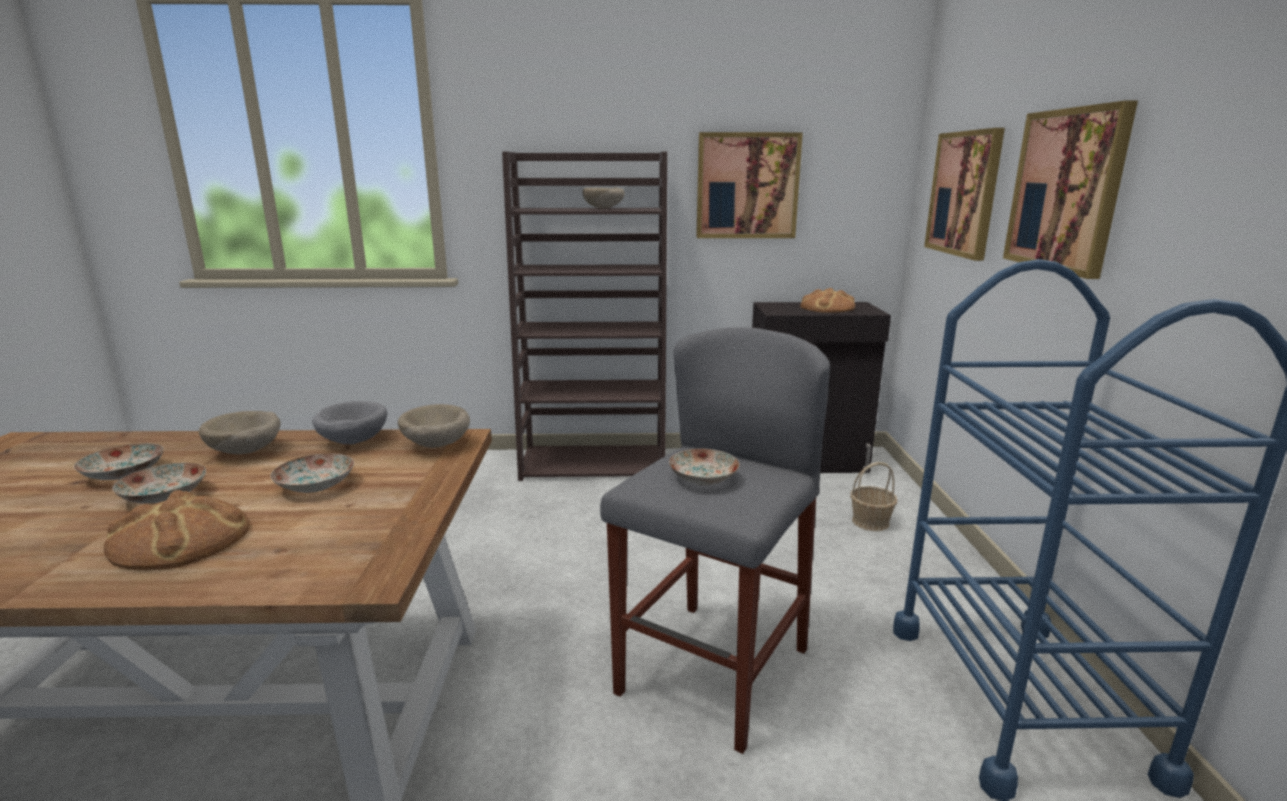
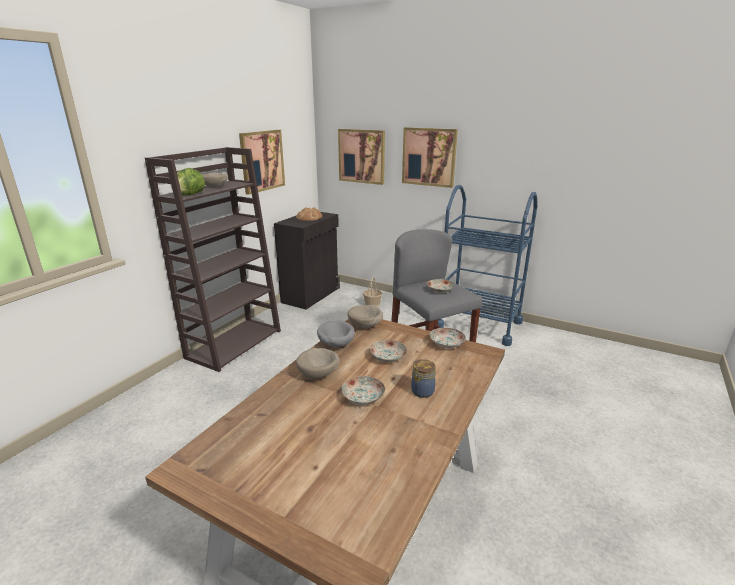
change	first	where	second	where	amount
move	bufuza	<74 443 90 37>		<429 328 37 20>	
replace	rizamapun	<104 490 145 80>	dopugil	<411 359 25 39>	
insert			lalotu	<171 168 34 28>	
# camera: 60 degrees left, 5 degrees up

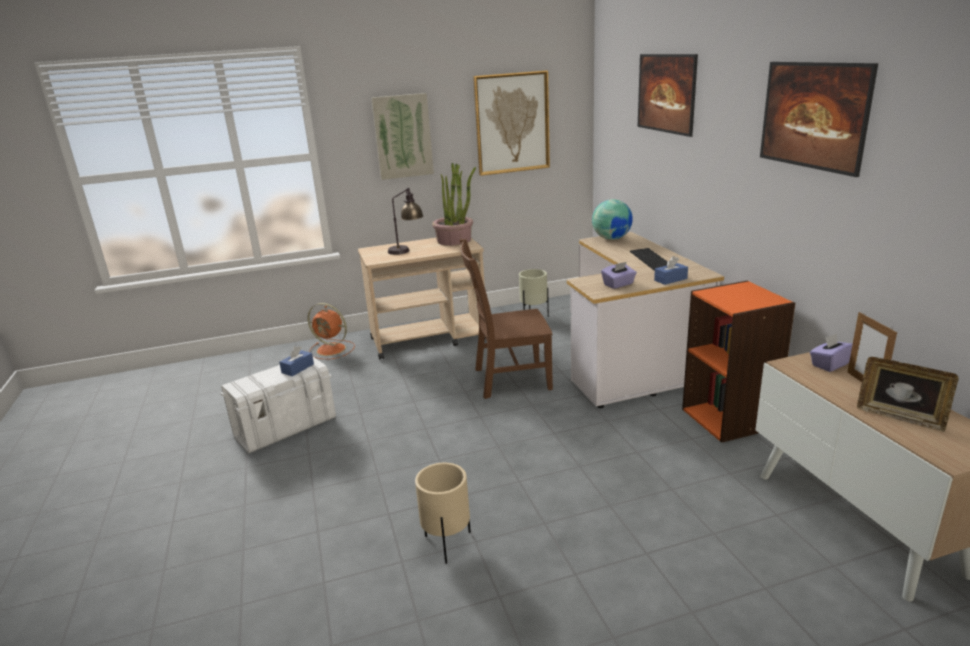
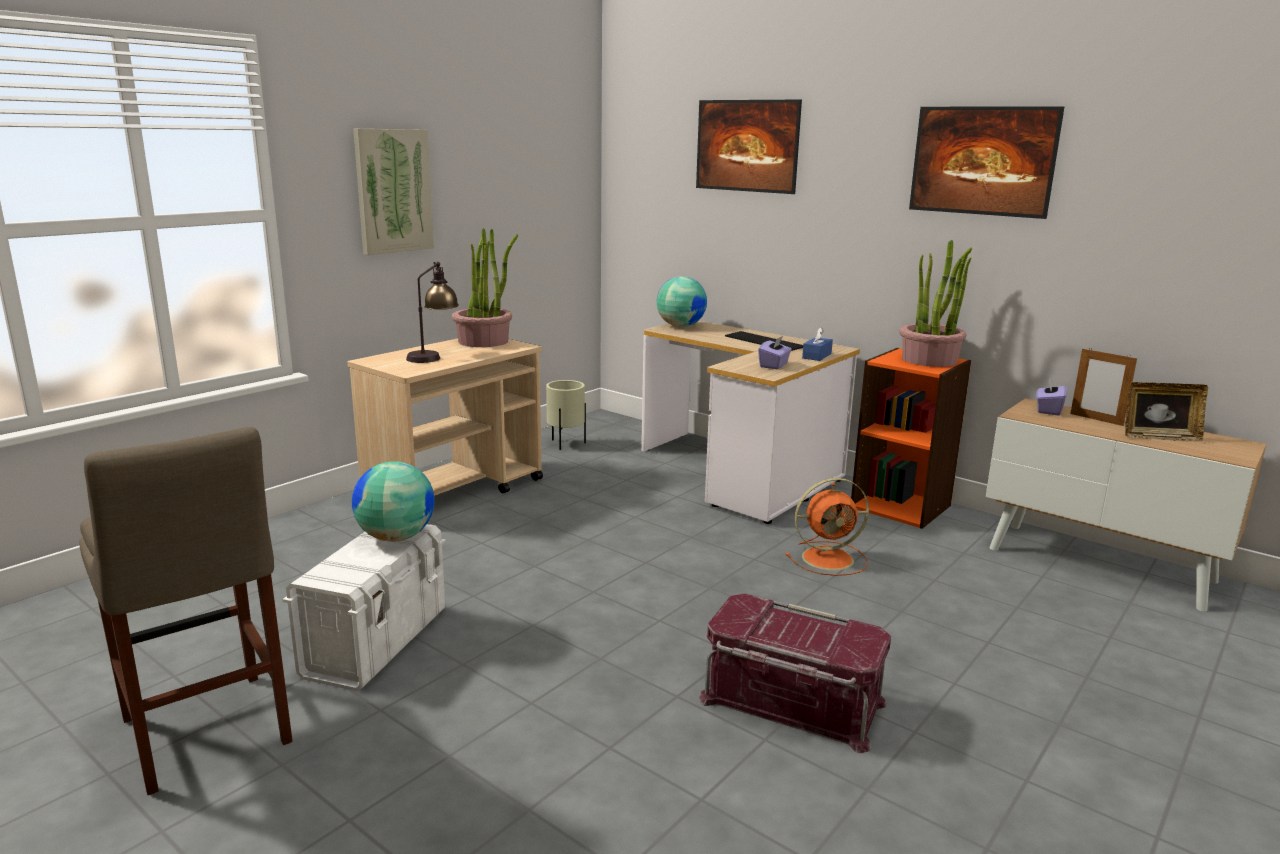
change	first	where	second	where	amount
replace	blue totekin	<279 346 35 30>	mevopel	<352 461 83 81>	
move	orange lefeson	<308 303 47 56>		<785 478 84 98>	
replace	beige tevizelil	<415 463 56 101>	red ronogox	<698 593 193 160>	
delete	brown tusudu	<460 239 93 160>			
delete	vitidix	<473 70 77 106>			
insert			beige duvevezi	<79 427 214 368>	
insert			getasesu	<899 240 73 127>	
# camera: 35 degrees left, 5 degrees down

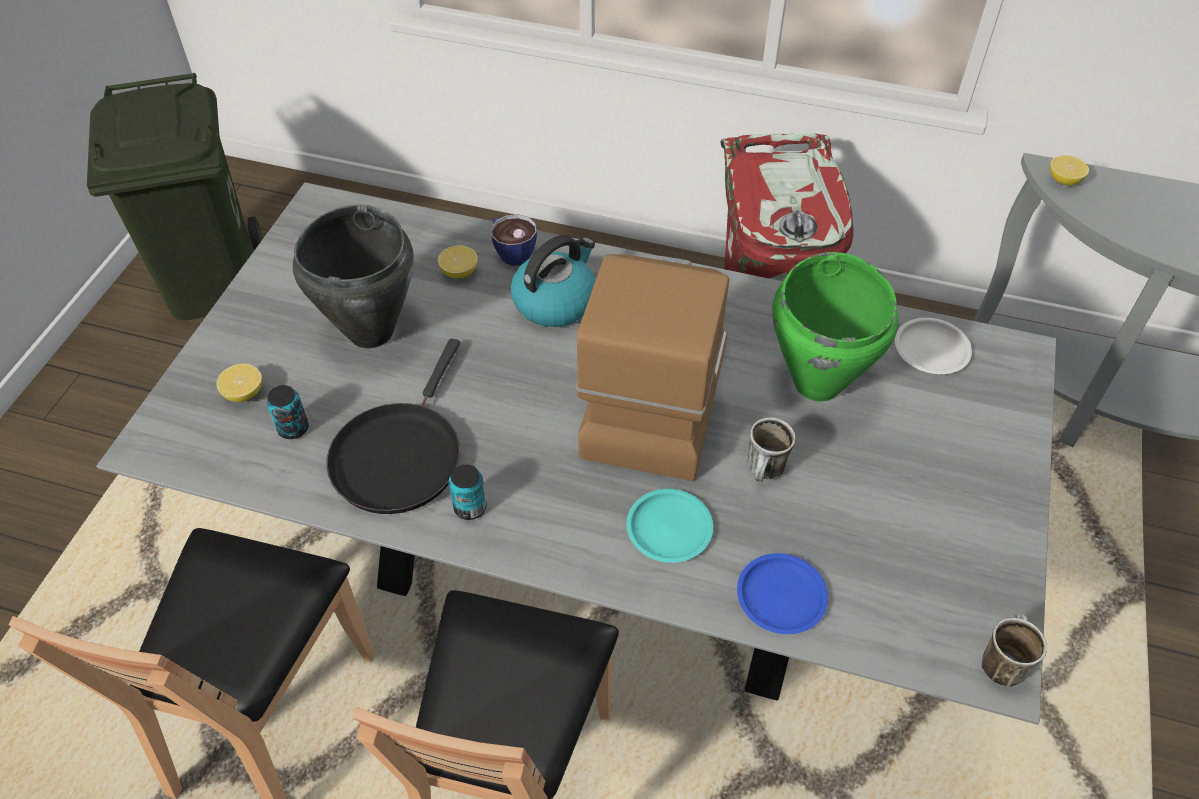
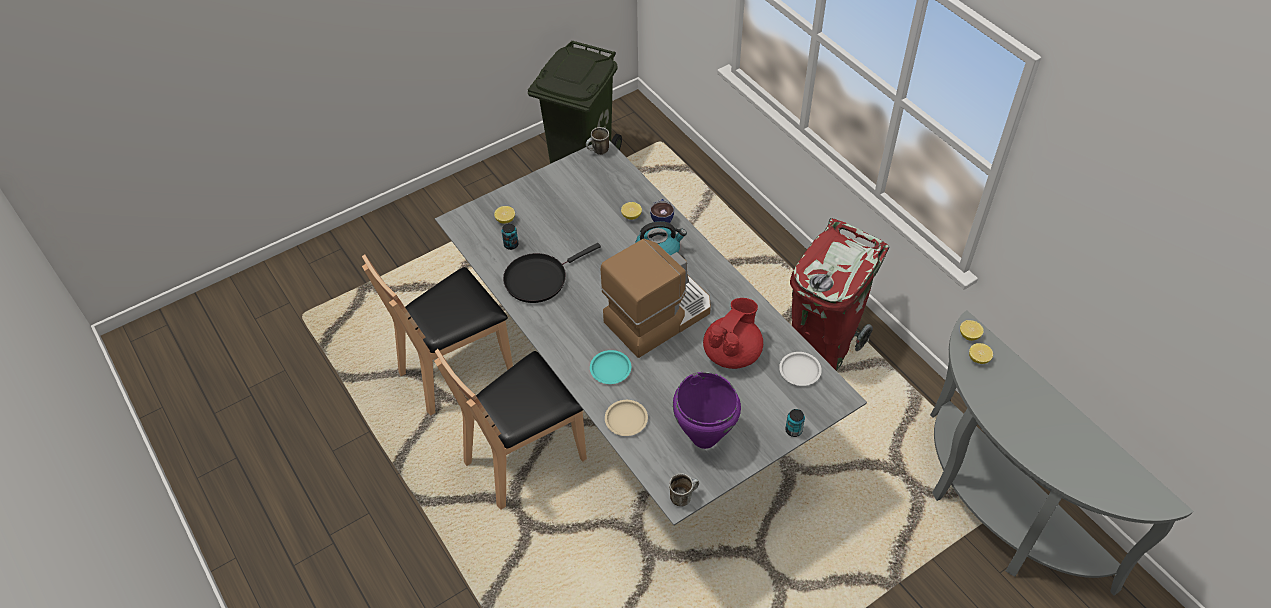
change	first	where	second	where	amount
delete	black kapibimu	<293 205 121 143>			
move	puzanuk	<449 464 38 56>		<785 409 20 28>	
recolor	blue bufuza	<737 553 91 81>	beige bufuza	<605 400 43 36>	
move	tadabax	<747 417 49 65>		<586 127 23 28>	
replace	green kapibimu	<772 252 127 150>	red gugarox	<703 298 60 71>	
insert			purple kapibimu	<673 372 68 77>	
insert			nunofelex	<969 343 24 21>	
# camera: 40 degrees right, 0 degrees up

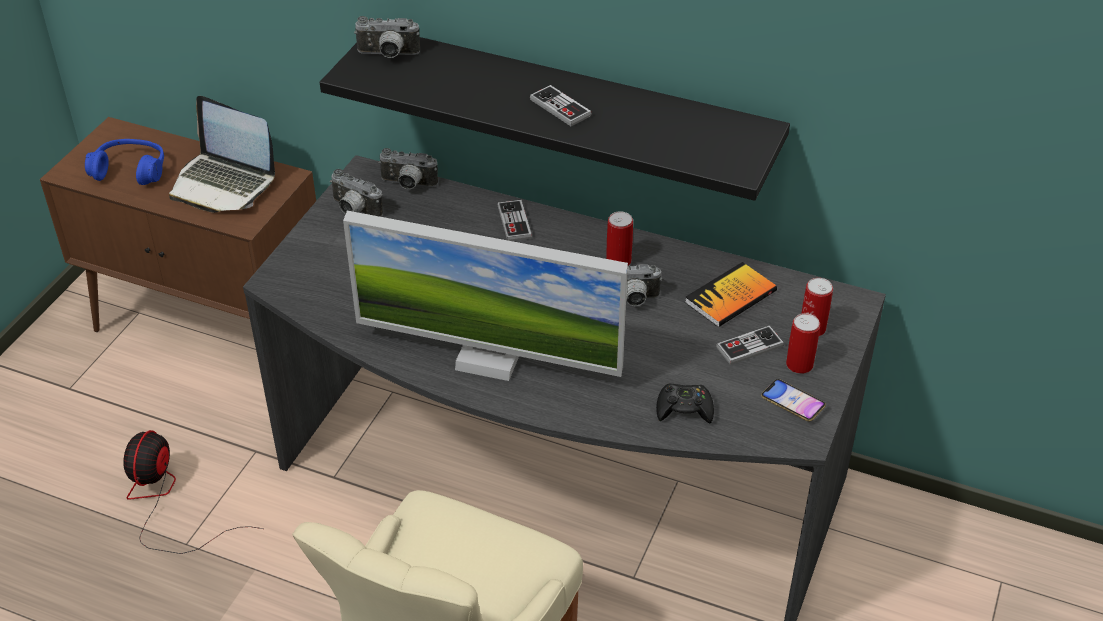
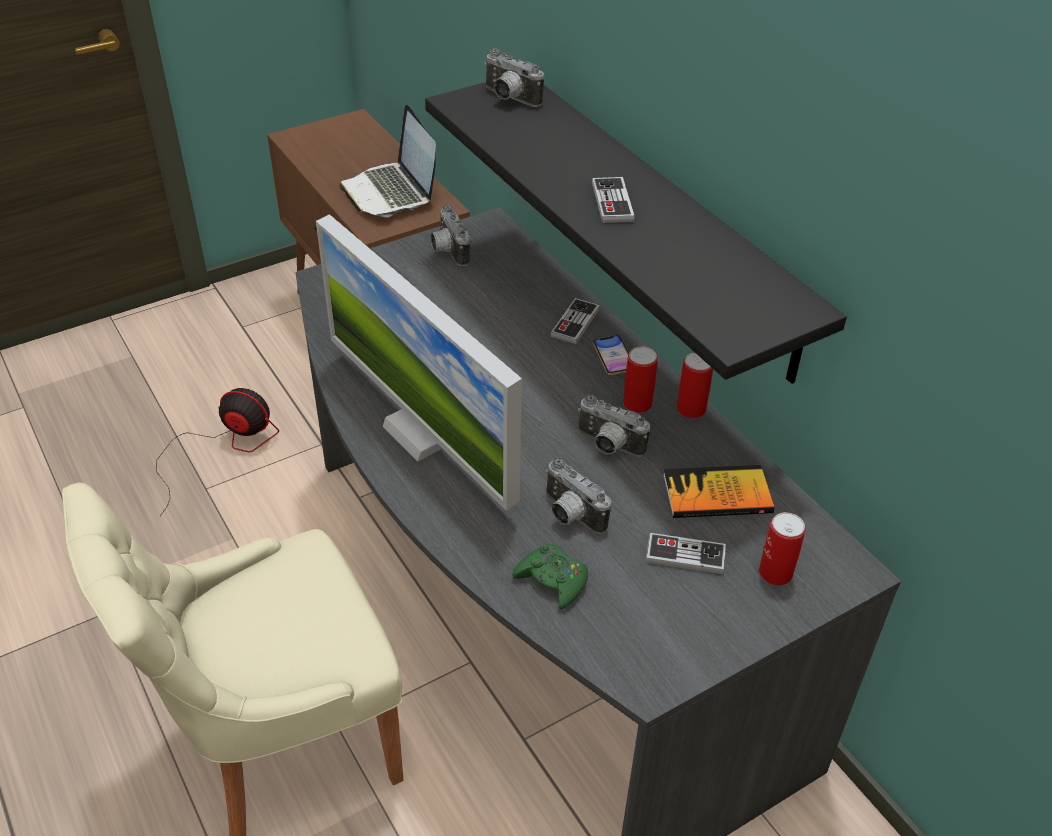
change	first	where	second	where	amount
delete	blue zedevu	<85 139 79 46>			
rotate	lefeson	<123 430 141 124>		<156 388 123 128>	60 degrees clockwise
move	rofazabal	<378 148 60 41>		<546 457 65 77>	
recolor	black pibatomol	<656 383 58 40>	green pibatomol	<512 544 76 65>	
move	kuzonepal	<761 379 65 42>		<593 335 36 40>	
move	puzanuk	<786 313 34 61>		<677 352 36 66>	
# camera: 35 degrees right, 0 degrees up

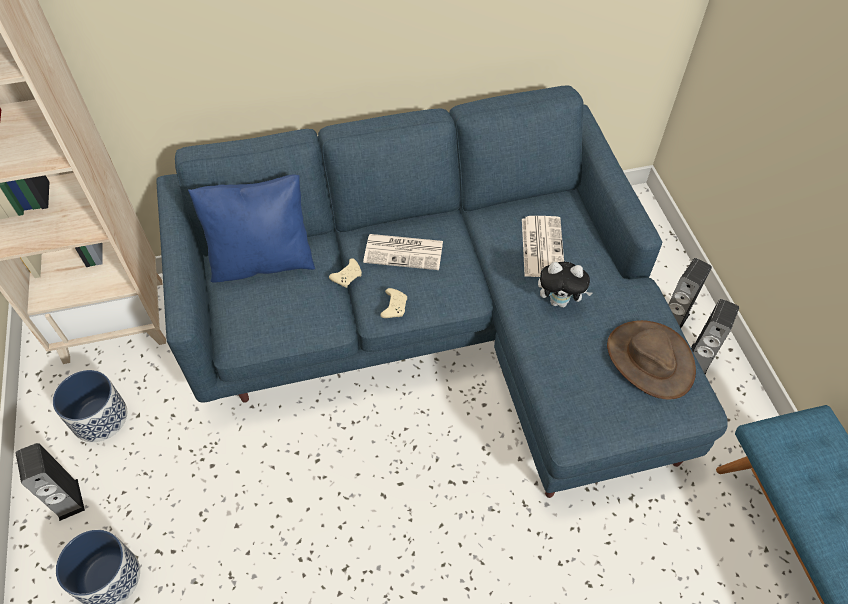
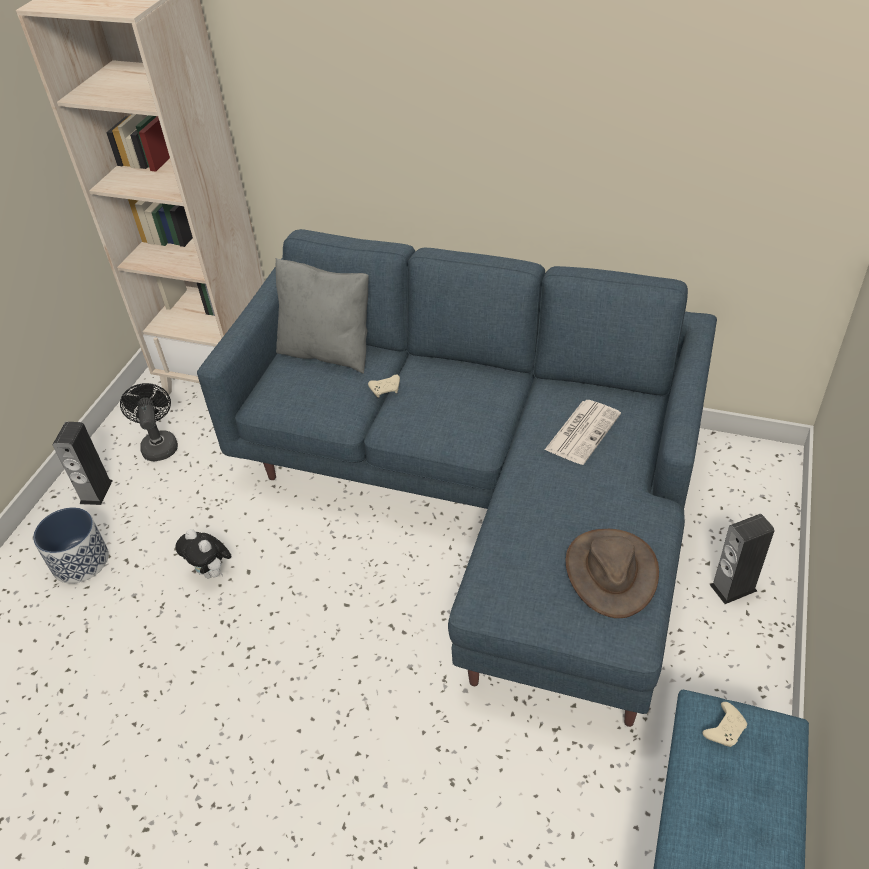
change	first	where	second	where	amount
replace	tevizelil	<53 370 74 72>	black lefeson	<120 383 58 79>	
recolor	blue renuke	<188 174 127 109>	grey renuke	<276 258 93 116>	
delete	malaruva	<363 234 80 36>			
move	beige pibatomol	<380 288 27 30>		<703 702 44 45>	
move	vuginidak	<538 262 55 46>		<175 529 57 49>	
delete	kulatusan	<691 299 48 76>			
# camera: 35 degrees right, 10 degrees down

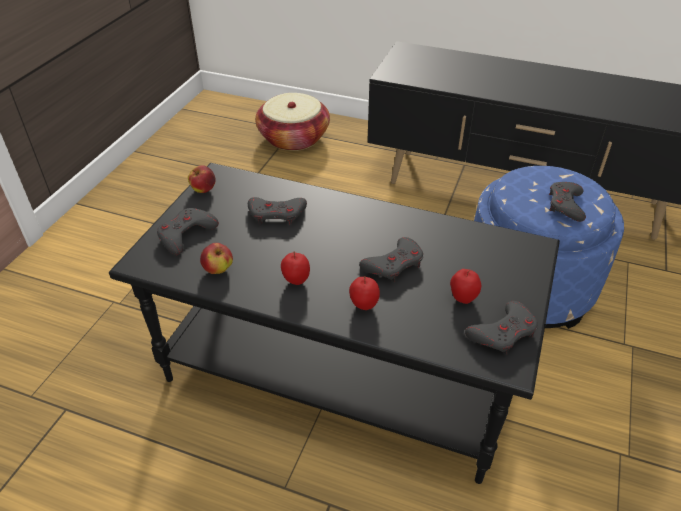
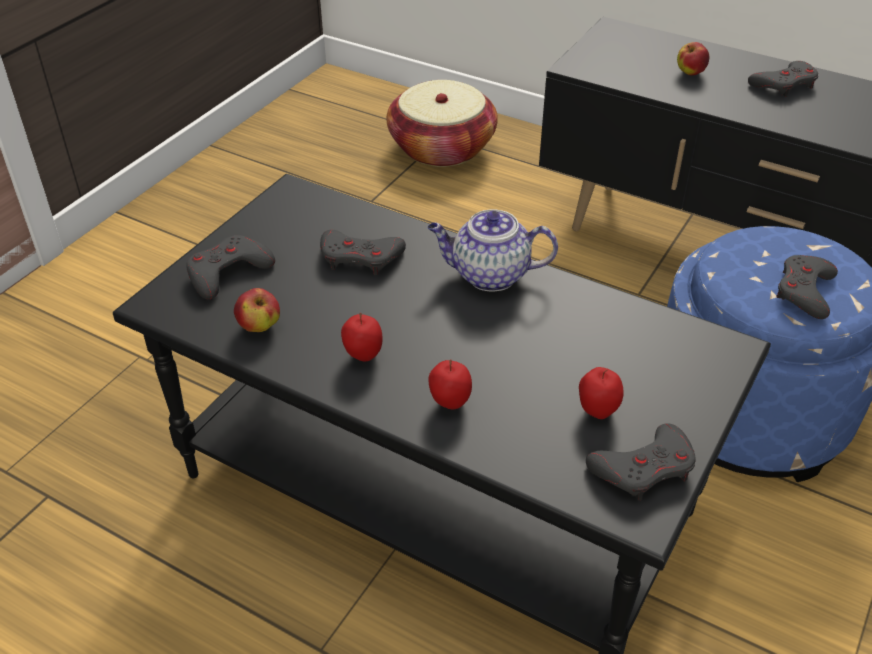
change	first	where	second	where	amount
move	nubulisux	<188 165 28 28>		<677 42 32 34>	
move	grey pibatomol	<359 237 64 45>		<748 61 70 36>	
insert			gugarox	<427 209 131 82>	
# camera: 10 degrees right, 0 degrees up

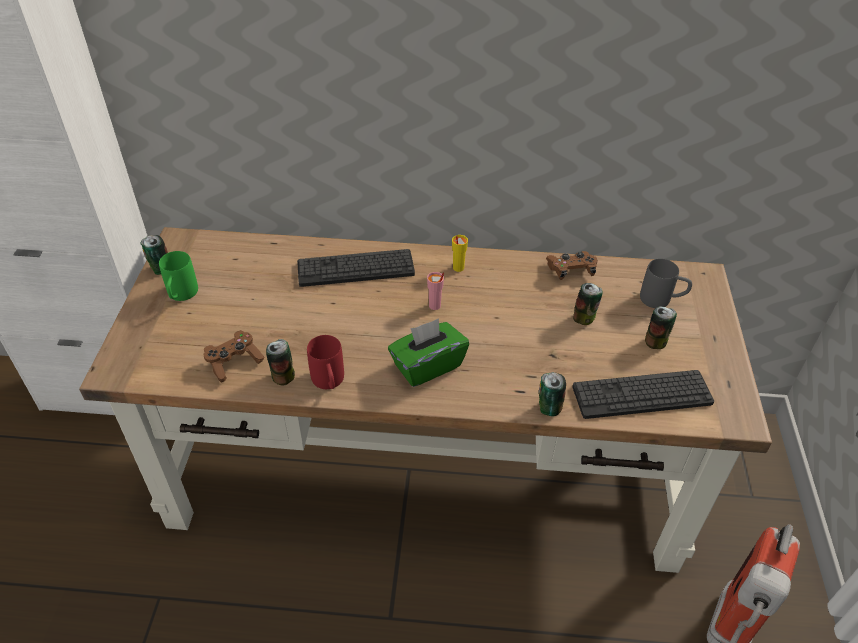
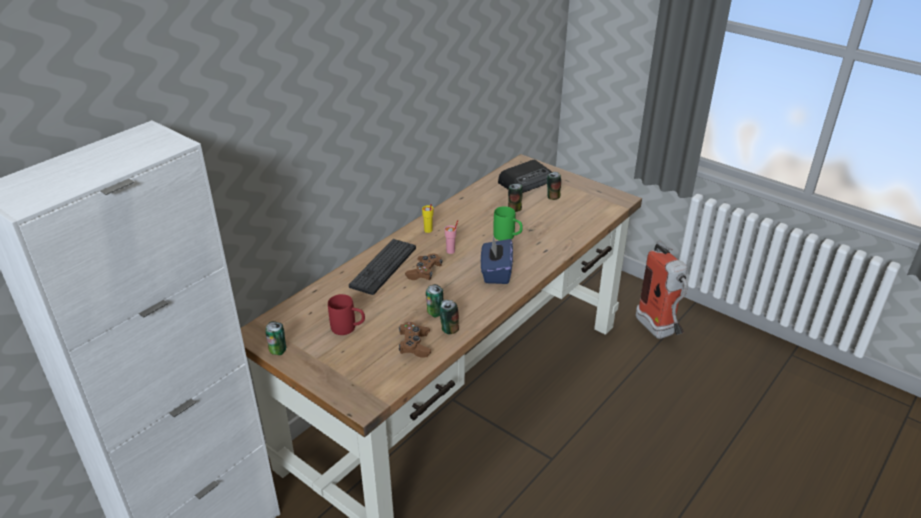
change	first	where	second	where	amount
move	green tadabax	<159 251 39 50>		<493 206 30 35>	
move	red tadabax	<307 335 37 54>		<328 294 37 41>	
recolor	green totekin	<388 318 81 69>	blue totekin	<481 236 32 48>	
move	puzanuk	<539 372 27 44>		<426 284 18 34>	
move	brown pibatomol	<546 251 52 29>		<405 253 38 27>	
delete	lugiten	<572 370 142 49>			
replace	grey tadabax	<640 259 52 49>	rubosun	<498 160 54 33>	
# camera: 55 degrees left, 10 degrees down

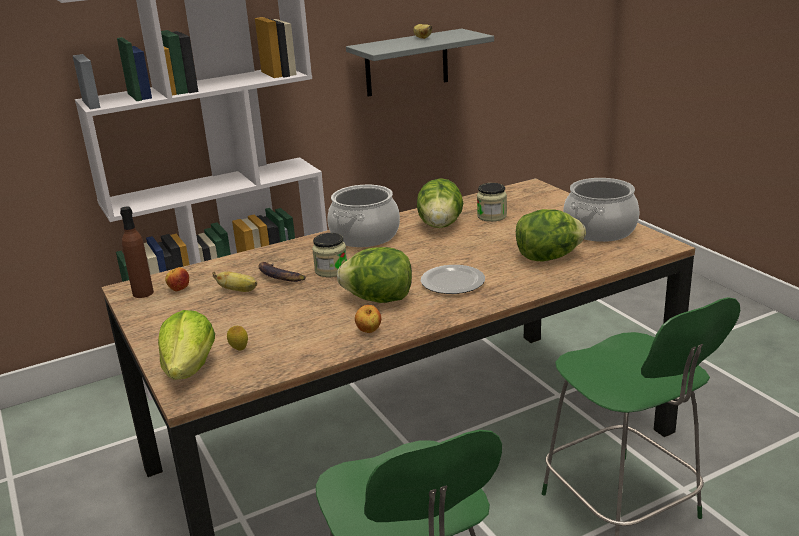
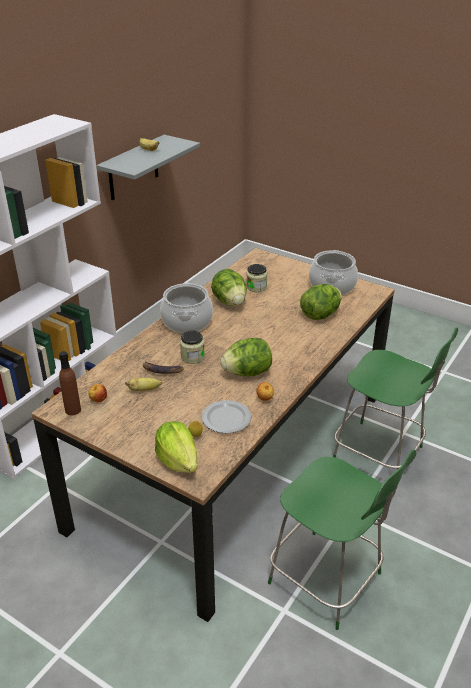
change	first	where	second	where	amount
move	bufuza	<421 265 64 29>		<202 400 49 33>	
# camera: 30 degrees left, 10 degrees up

